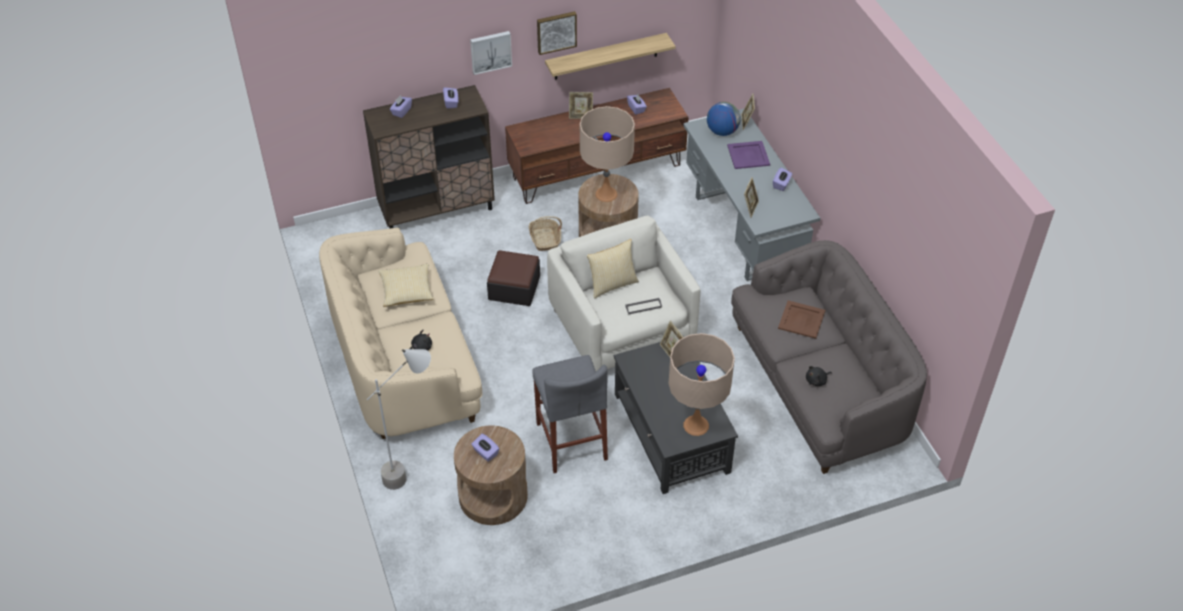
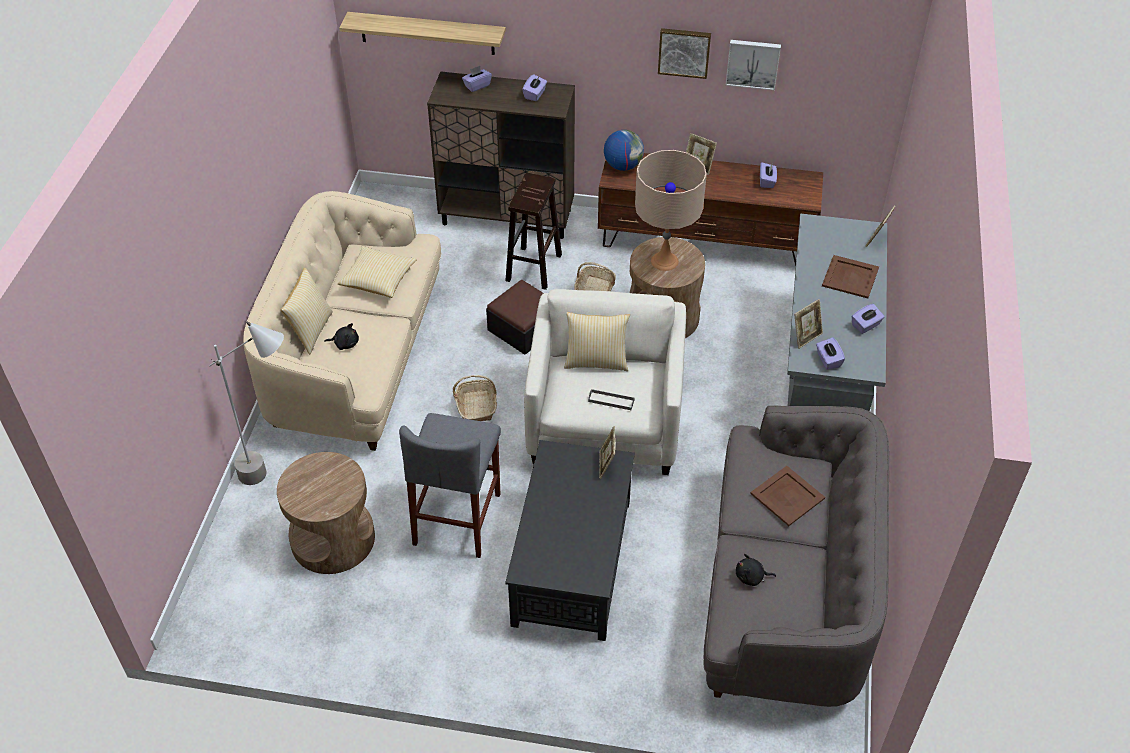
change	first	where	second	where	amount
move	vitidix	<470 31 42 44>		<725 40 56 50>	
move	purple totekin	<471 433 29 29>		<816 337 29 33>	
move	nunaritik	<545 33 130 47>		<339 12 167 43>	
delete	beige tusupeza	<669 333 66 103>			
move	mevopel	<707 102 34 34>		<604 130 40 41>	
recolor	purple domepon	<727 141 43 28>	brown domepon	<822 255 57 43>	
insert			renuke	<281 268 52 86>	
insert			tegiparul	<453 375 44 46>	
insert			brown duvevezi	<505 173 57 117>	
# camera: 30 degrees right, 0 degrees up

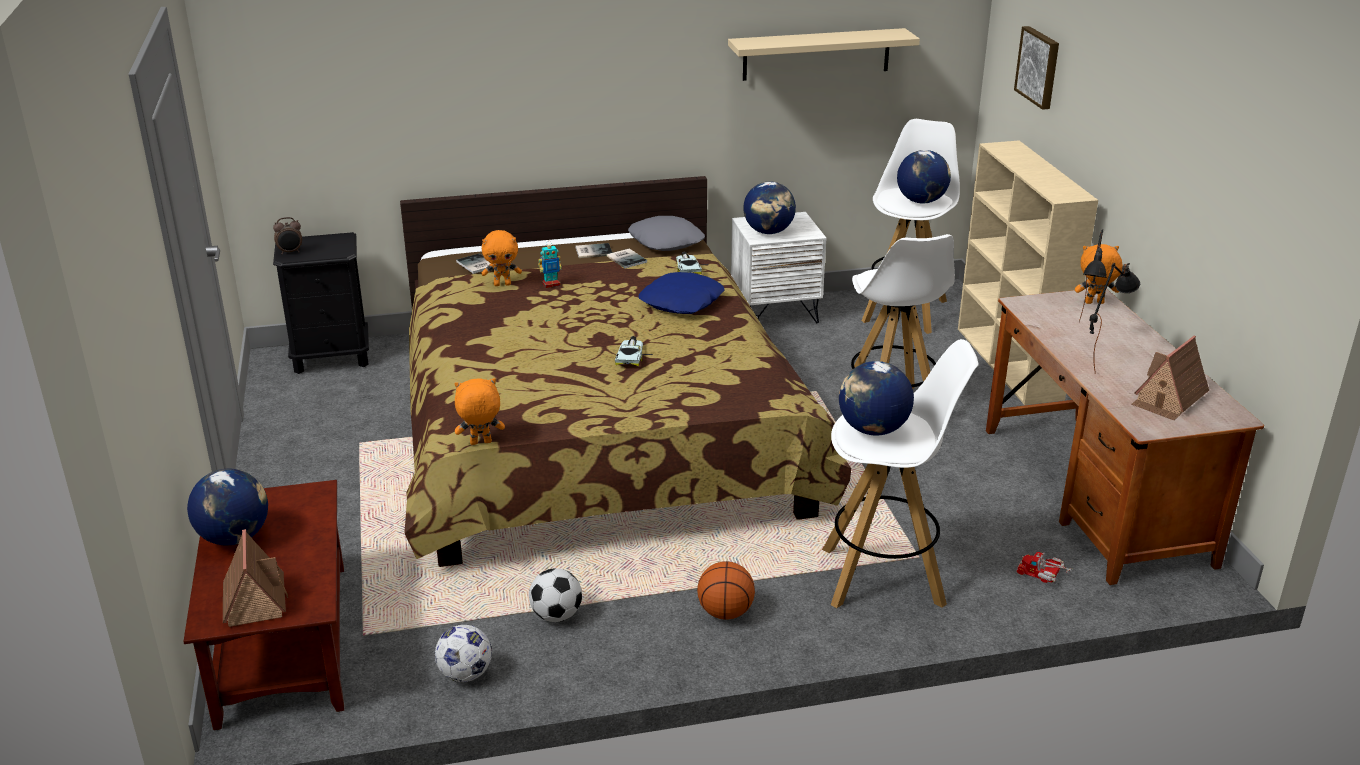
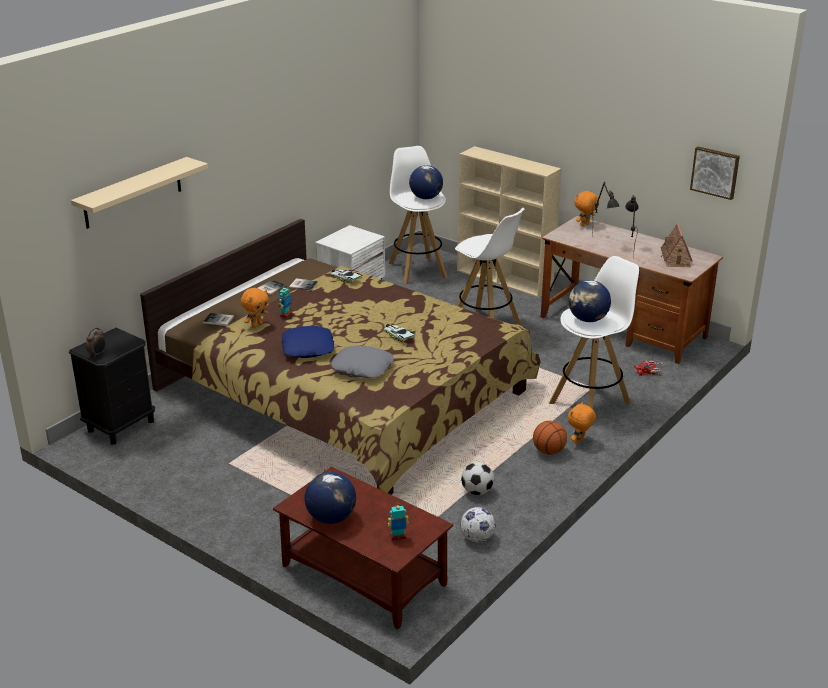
change	first	where	second	where	amount
replace	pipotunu	<223 529 65 98>	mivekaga	<388 503 21 38>	
move	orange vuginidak	<454 378 51 67>		<568 402 28 42>	
move	grey renuke	<628 216 77 35>		<331 345 63 33>	
move	blue renuke	<639 272 85 42>		<282 326 52 32>	
move	beige nunaritik	<728 28 192 53>		<71 157 137 72>	
delete	mevopel	<743 181 53 53>			
move	vitidix	<1014 26 45 84>		<690 146 50 54>	
# camera: 40 degrees left, 0 degrees up

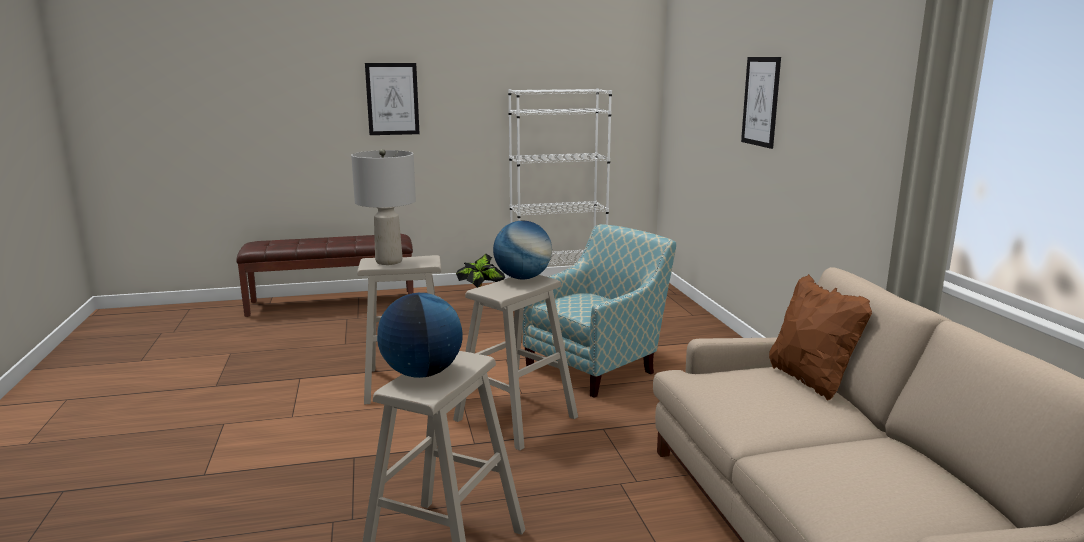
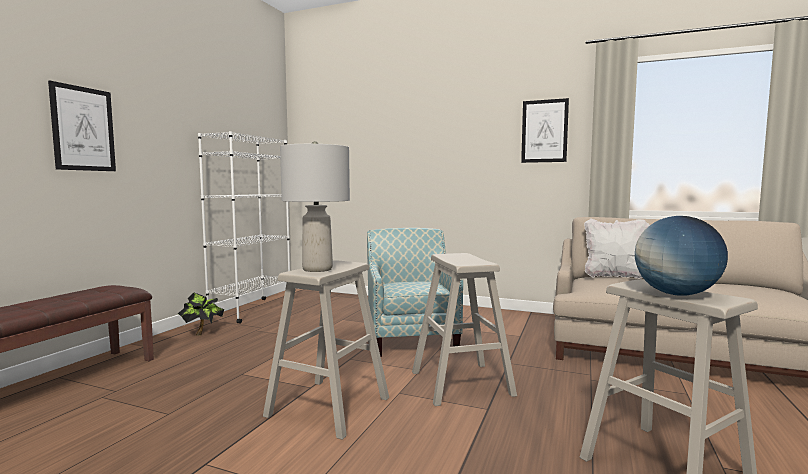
change	first	where	second	where	amount
delete	mevopel	<493 220 59 60>			
move	vitidix	<741 57 40 92>		<521 98 48 65>	
recolor	brown renuke	<769 274 103 127>	white renuke	<584 218 66 61>	
# camera: 55 degrees left, 10 degrees down

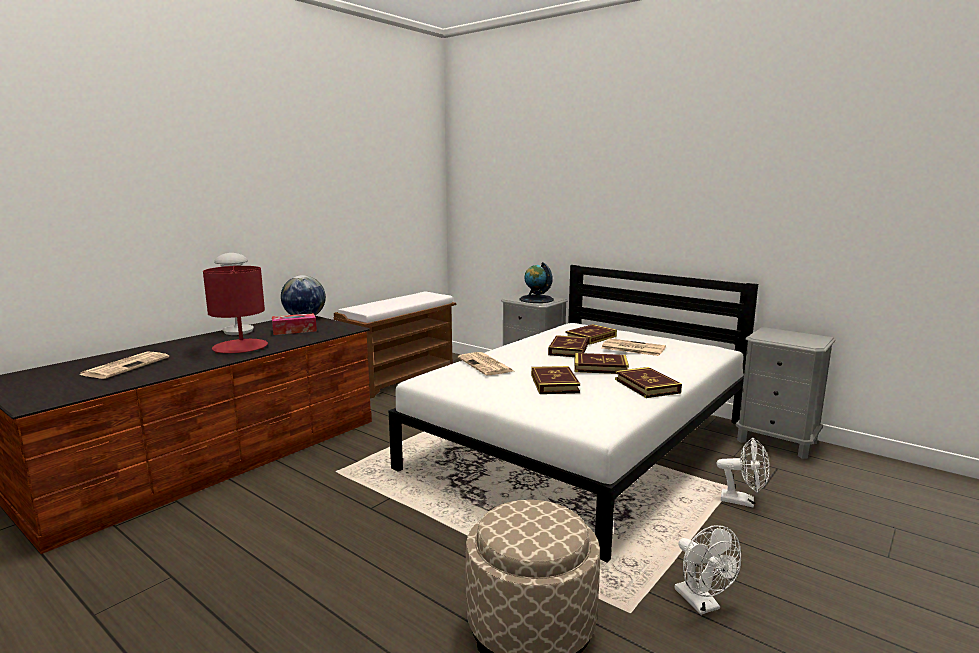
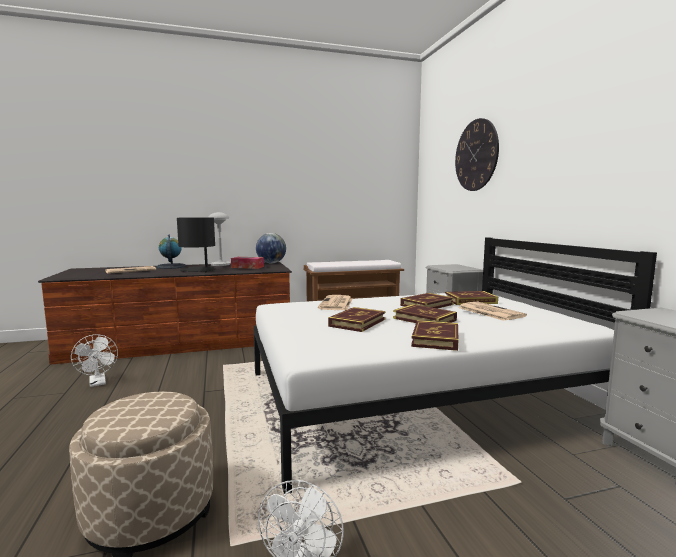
change	first	where	second	where	amount
recolor	red tusupeza	<203 266 65 87>	black tusupeza	<177 217 39 55>	
move	mevopel	<520 262 34 41>		<156 235 31 34>	
move	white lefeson	<717 437 53 71>		<71 334 47 53>	
insert			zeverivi	<455 118 44 73>	
# camera: 35 degrees right, 5 degrees down

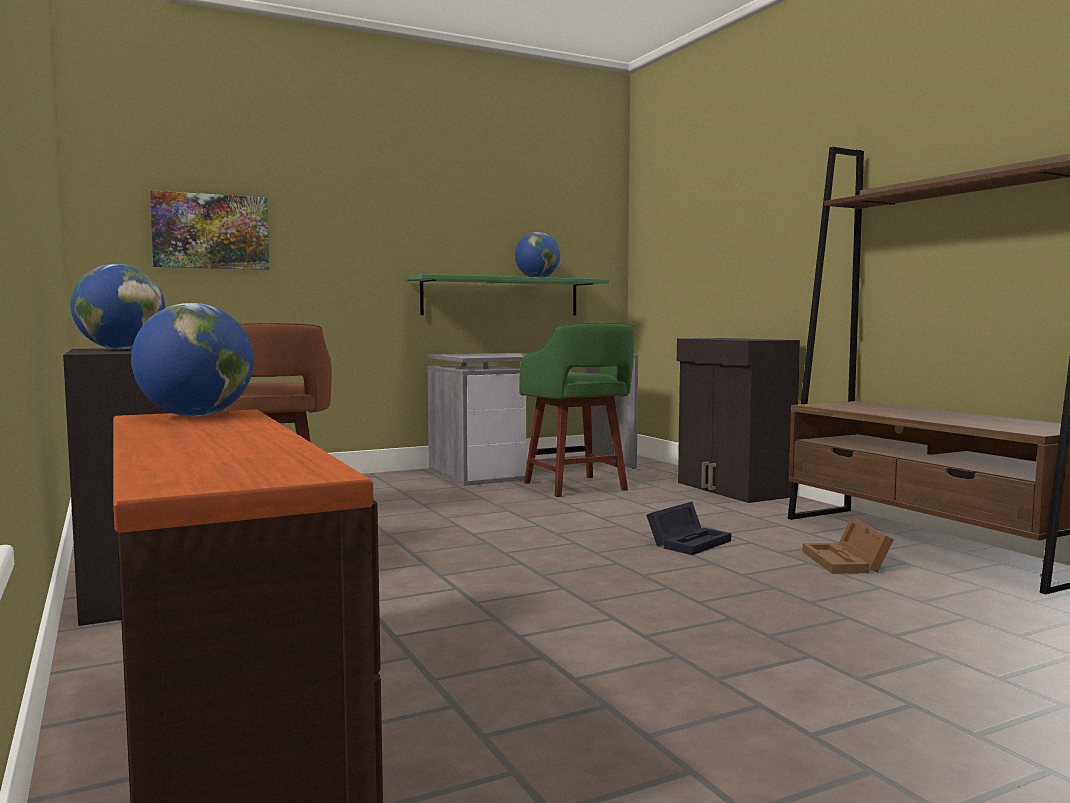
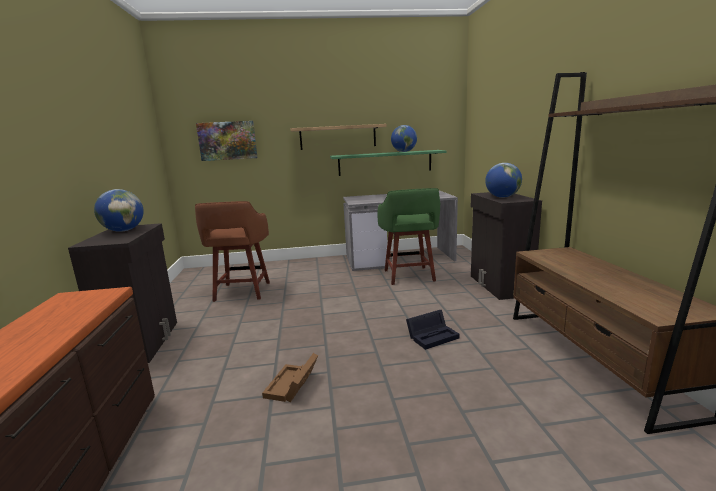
change	first	where	second	where	amount
move	mevopel	<131 303 123 113>		<485 163 37 35>	
move	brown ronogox	<803 517 91 57>		<262 353 56 49>	
insert			nunaritik	<290 124 96 26>	
# camera: 20 degrees right, 10 degrees up

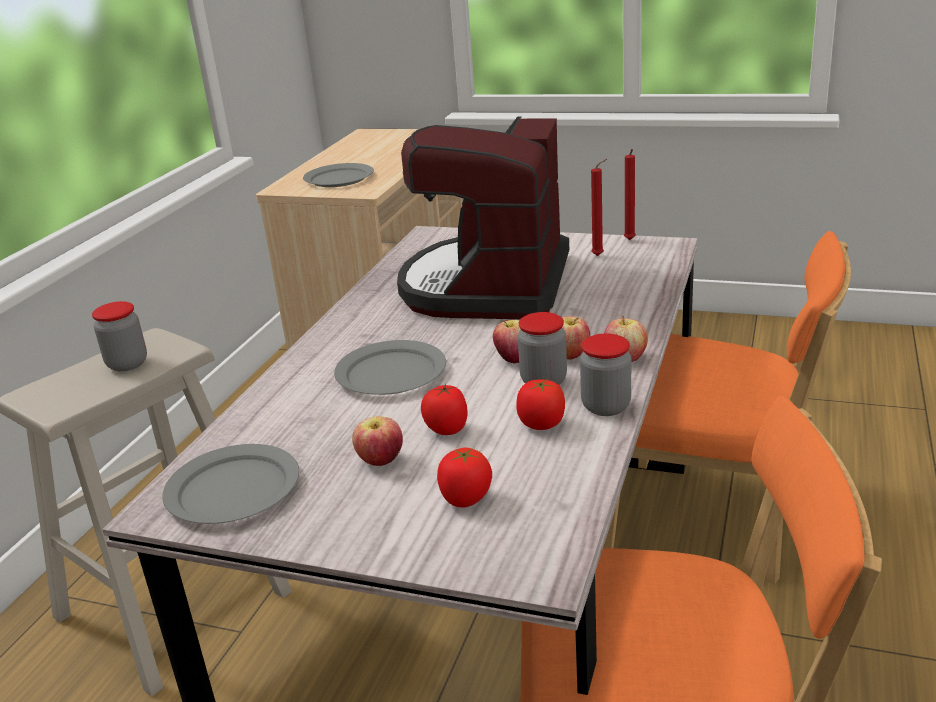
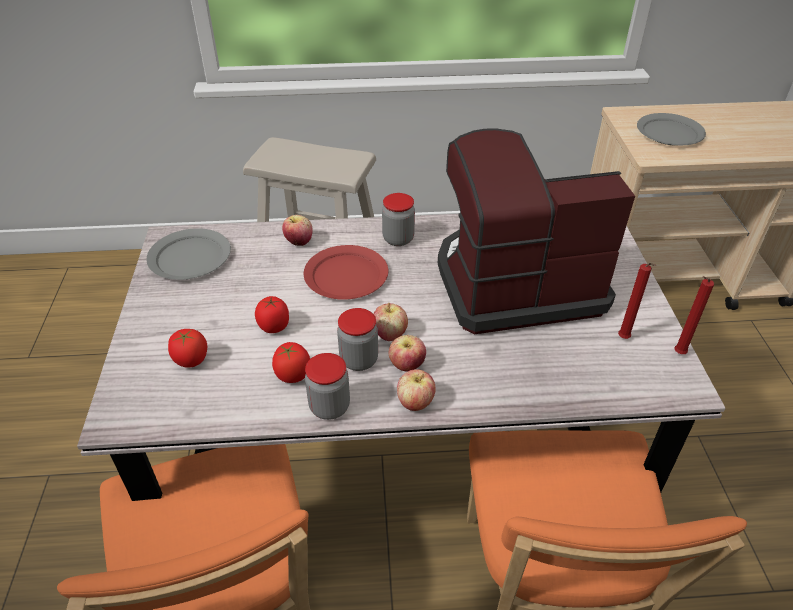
change	first	where	second	where	amount
move	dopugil	<92 301 55 70>		<382 193 33 53>	
recolor	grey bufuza	<334 340 112 55>	red bufuza	<304 245 84 55>	
move	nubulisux	<352 416 51 50>		<282 215 30 31>	
# camera: 65 degrees right, 15 degrees up

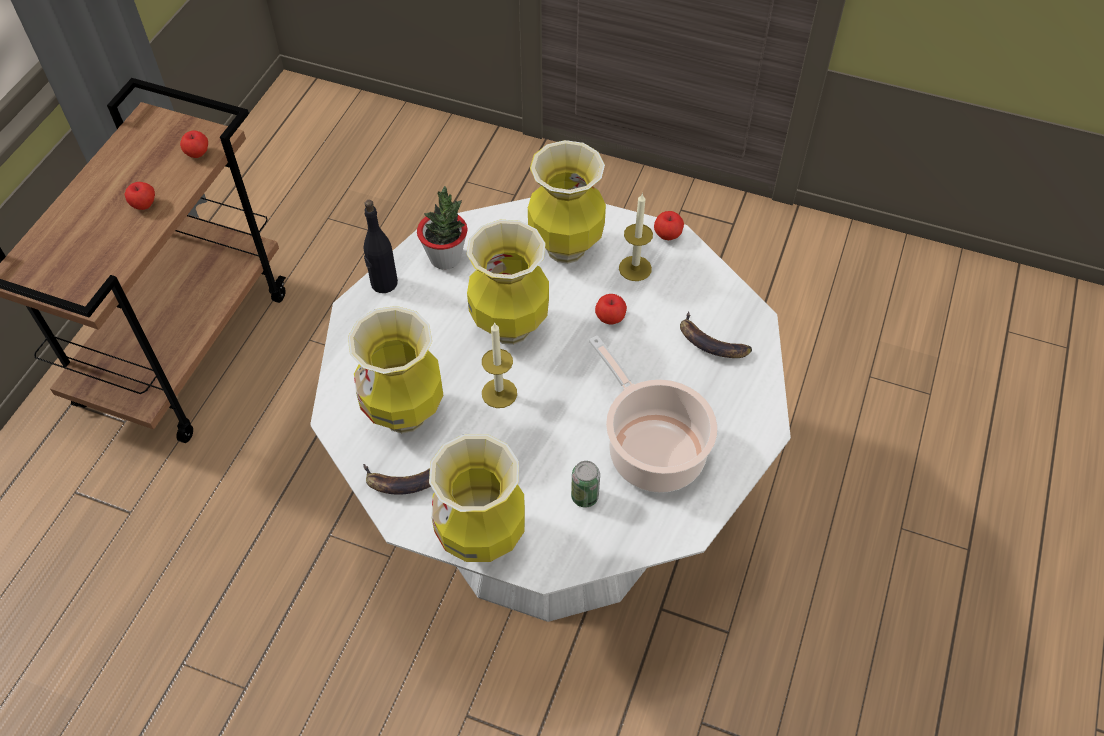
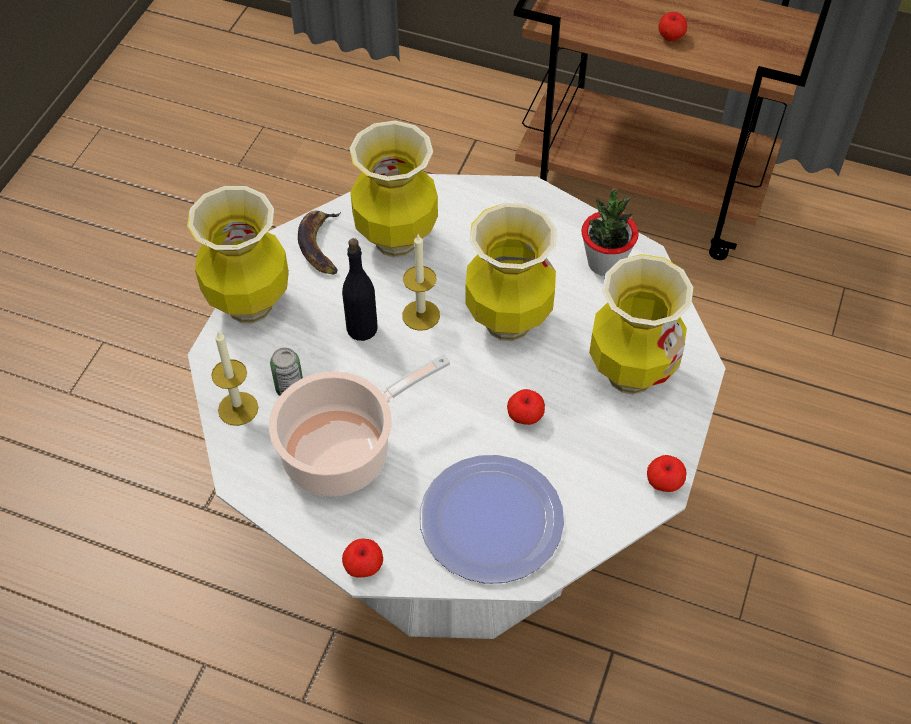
change	first	where	second	where	amount
move	nubulisux	<180 130 28 28>		<342 539 41 39>	
move	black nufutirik	<363 200 35 93>		<342 238 36 103>	
move	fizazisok	<619 193 34 88>		<211 332 47 94>	
replace	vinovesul	<680 311 72 47>	bufuza	<420 455 144 129>	
# camera: 90 degrees right, 0 degrees up

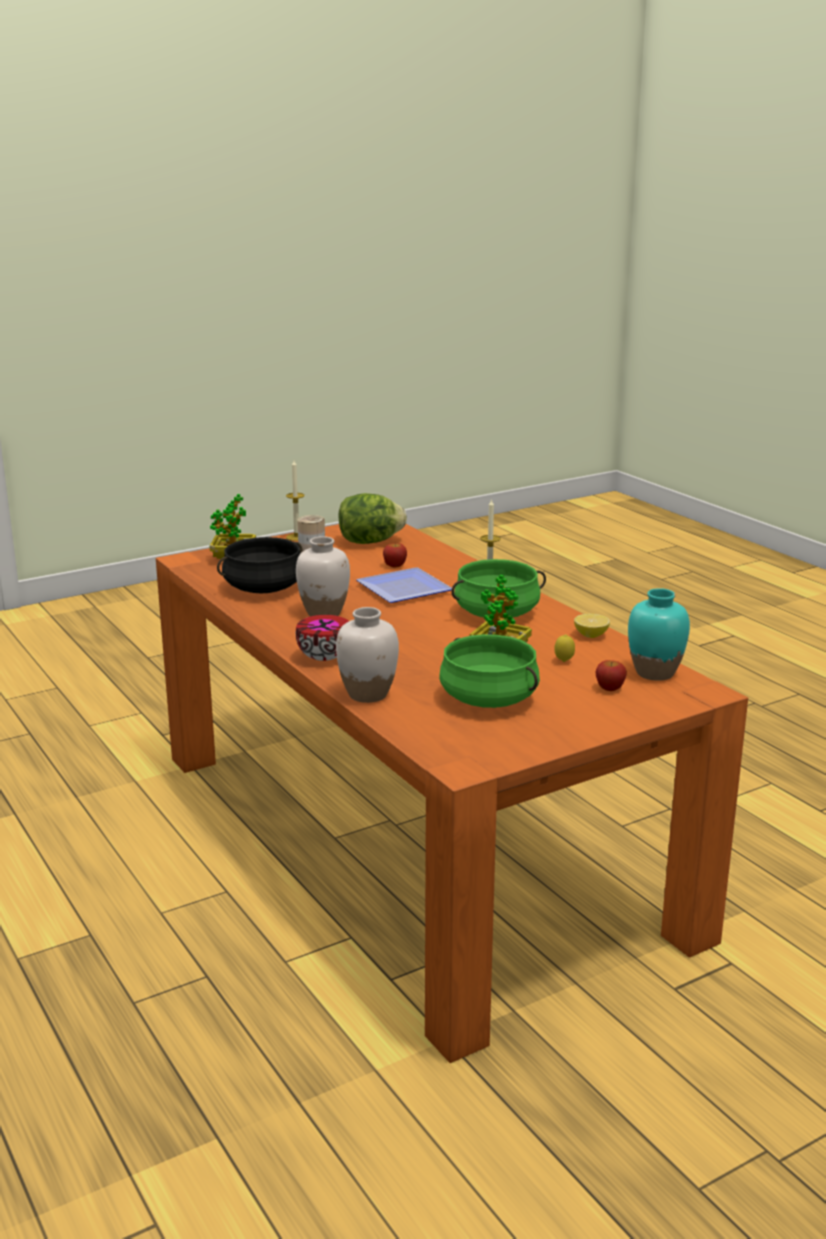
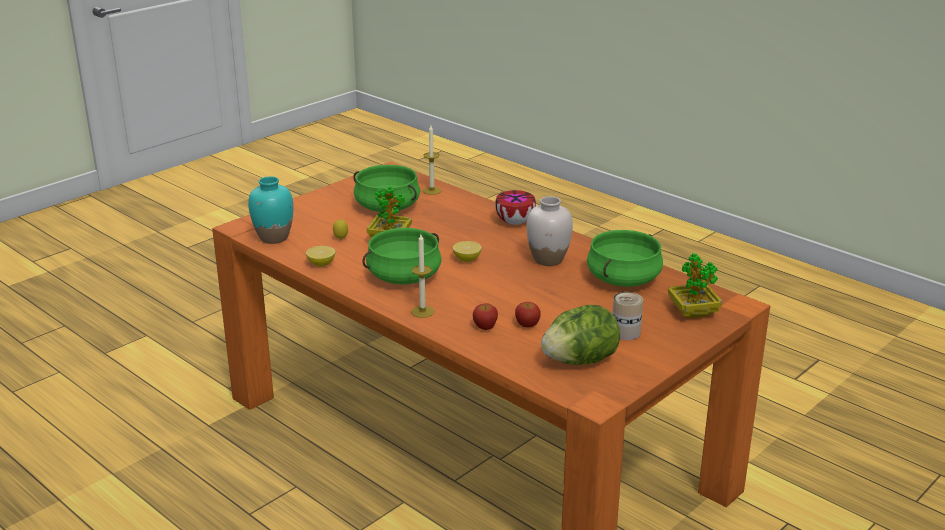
change	first	where	second	where	amount
recolor	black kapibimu	<217 537 85 56>	green kapibimu	<587 230 76 57>	
move	fizazisok	<286 460 18 81>		<423 125 18 70>	
delete	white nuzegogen	<336 607 63 96>			
delete	bufuza	<356 567 96 36>			
move	nubulisux	<596 660 31 31>		<473 303 25 27>	
insert			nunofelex	<453 241 29 21>	
# camera: 165 degrees right, 5 degrees up

